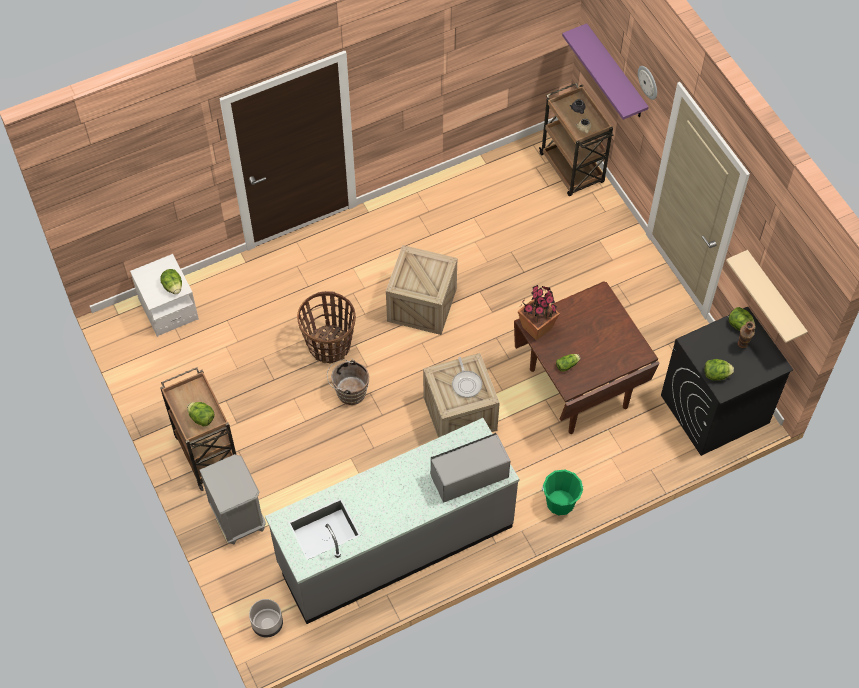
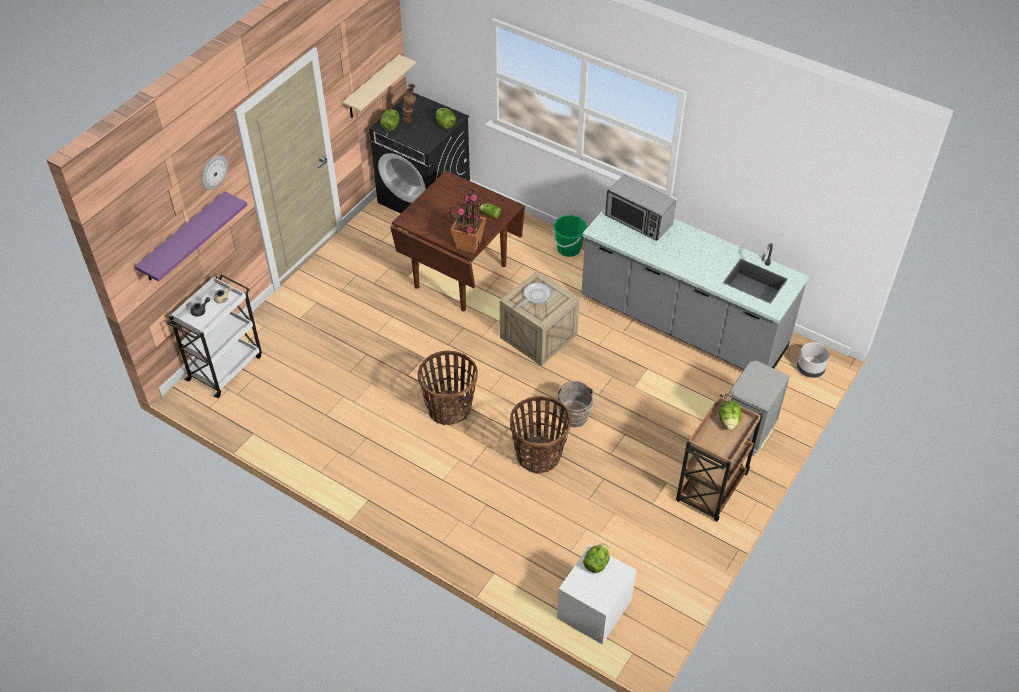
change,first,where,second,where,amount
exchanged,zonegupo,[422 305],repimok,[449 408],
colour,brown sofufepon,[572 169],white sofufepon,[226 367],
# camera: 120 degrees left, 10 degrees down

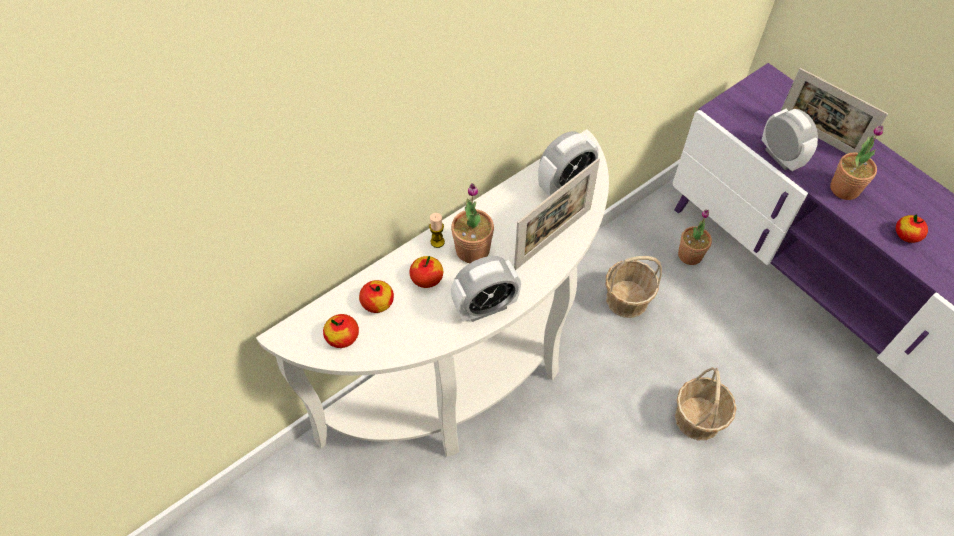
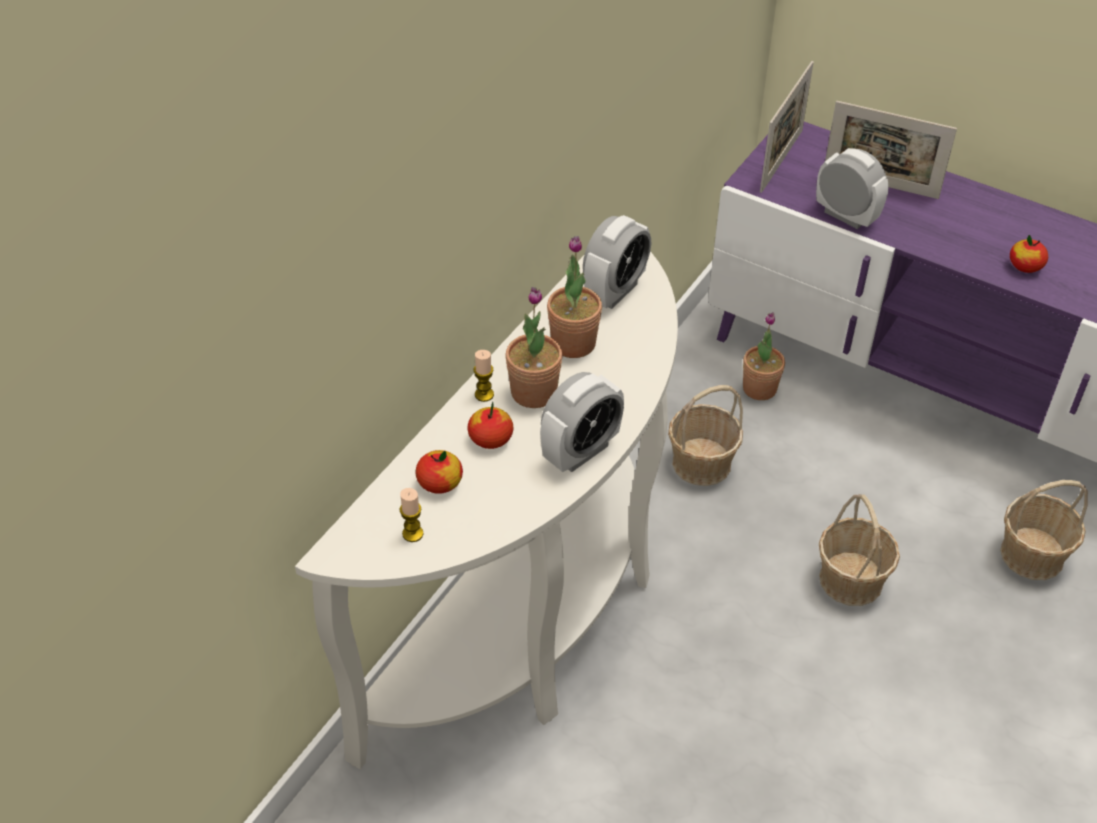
change,first,where,second,where,amount
appeared,,,repimok,[1032 555],
relocated,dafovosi,[553 238],,[781 161],
relocated,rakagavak,[844 189],,[573 343],
exchanged,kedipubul,[342 337],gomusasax,[412 534],
# camera: 20 degrees left, 10 degrees down

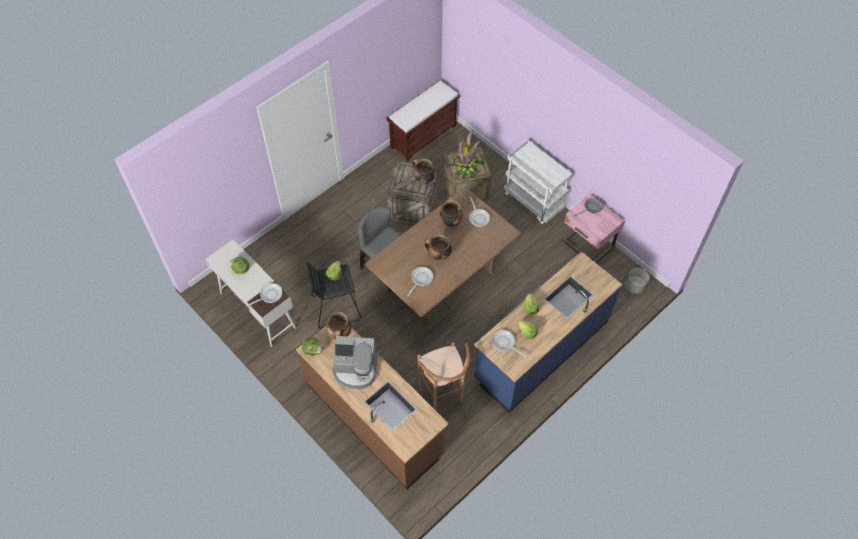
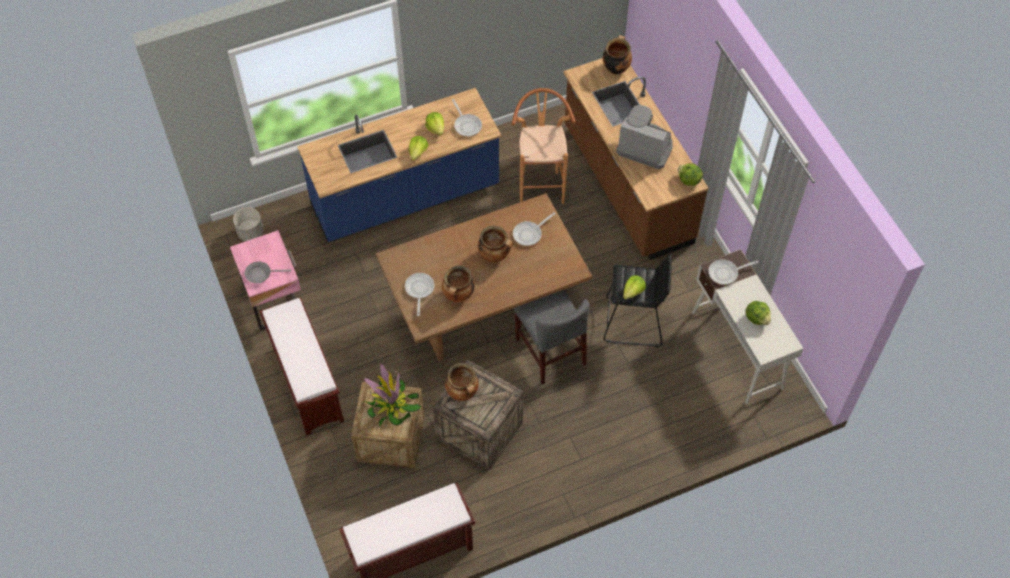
change,first,where,second,where,amount
relocated,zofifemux,[340 335],,[616 68],
exchanged,white sofufepon,[534 202],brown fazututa,[306 383],
# camera: 160 degrees left, 0 degrees up

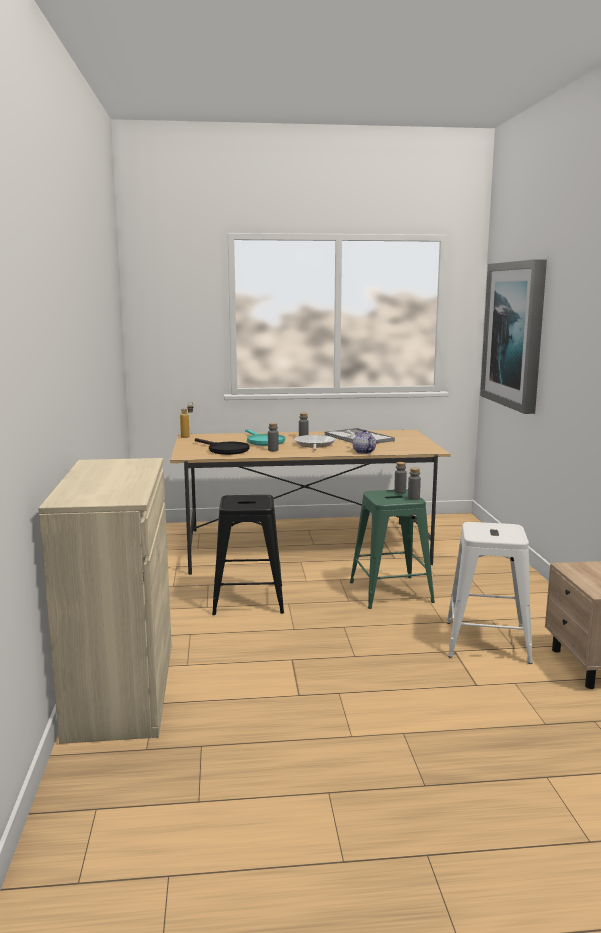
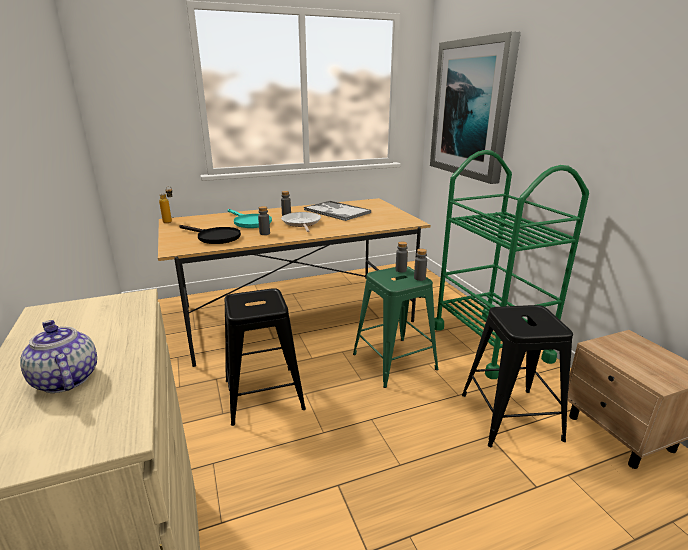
change,first,where,second,where,amount
appeared,,,green sofufepon,[489 343],
relocated,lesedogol,[363 452],,[65 379],
colour,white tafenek,[486 641],black tafenek,[509 416],
# camera: 15 degrees left, 10 degrees up

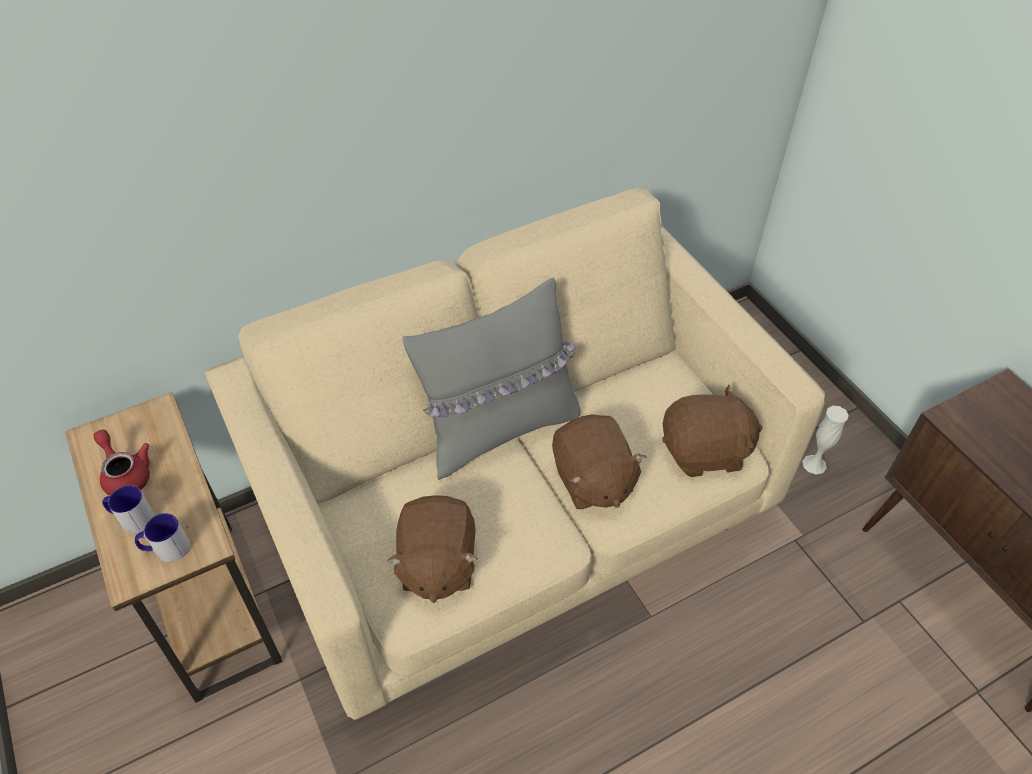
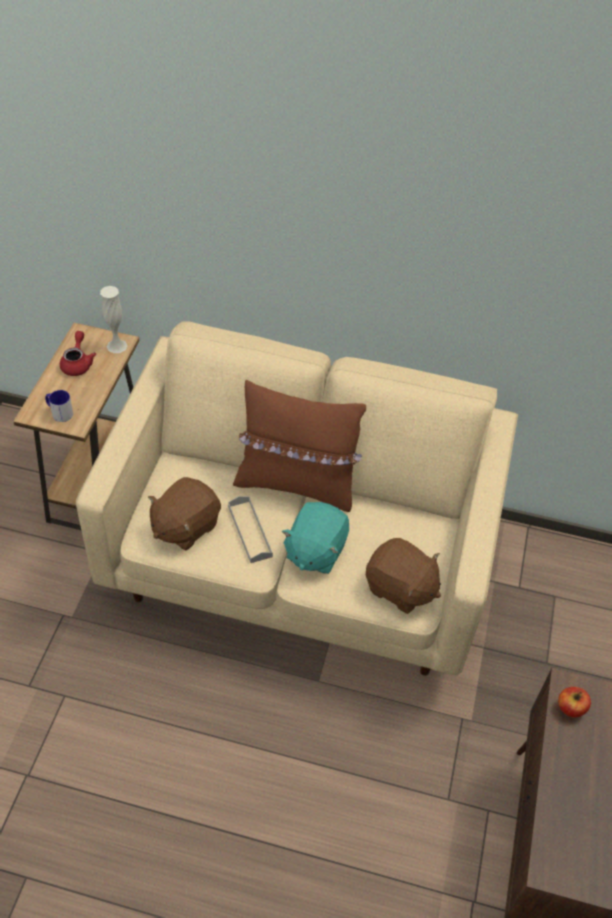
change,first,where,second,where,amount
missing,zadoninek,[132 518],,,
appeared,,,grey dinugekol,[250 531],
appeared,,,kedipubul,[571 708],
relocated,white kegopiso,[814 464],,[117 346],
colour,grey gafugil,[499 429],brown gafugil,[296 484],
colour,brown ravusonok,[592 480],turquoise ravusonok,[315 551],
# camera: 40 degrees right, 0 degrees up

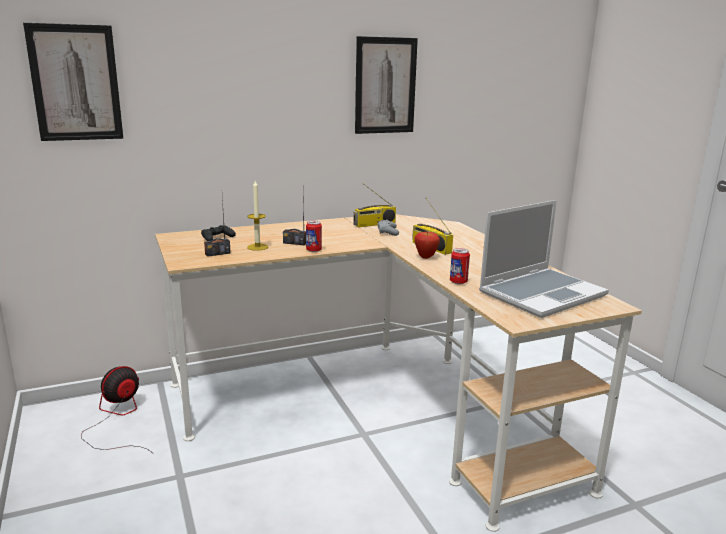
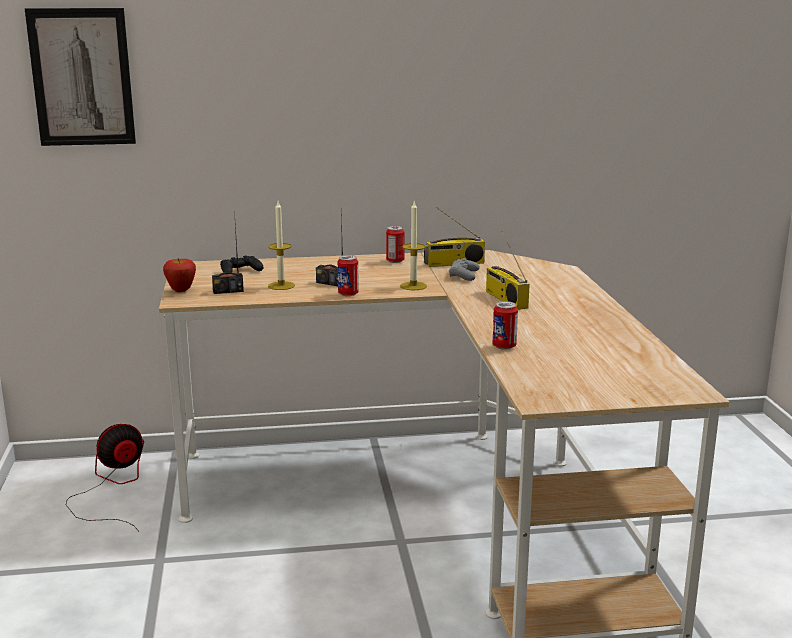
change,first,where,second,where,amount
missing,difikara,[385 86],,,
missing,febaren,[542 293],,,
appeared,,,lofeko,[395 261],
appeared,,,gomusasax,[413 286],
relocated,kedipubul,[426 257],,[181 291],
# camera: 15 degrees right, 0 degrees up

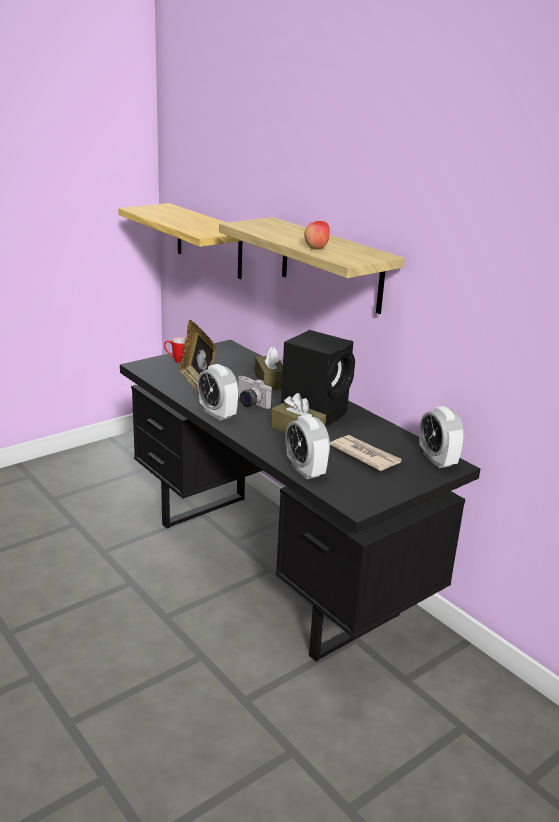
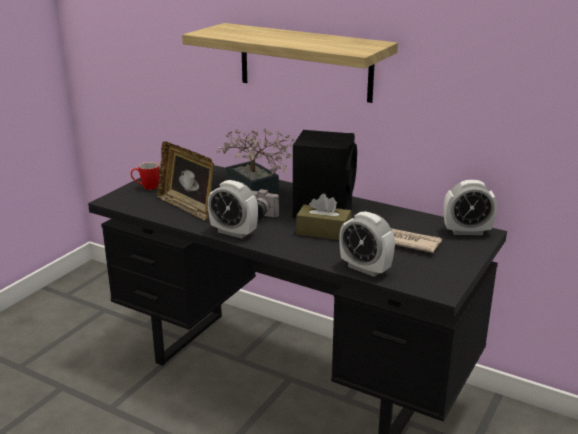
change,first,where,second,where,amount
missing,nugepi,[208 241],,,
missing,kedipubul,[316 248],,,
exchanged,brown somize,[270 381],rakagavak,[255 190],
spun,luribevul,[437 460],,[467 231],45 degrees counterclockwise
# camera: 20 degrees left, 0 degrees up

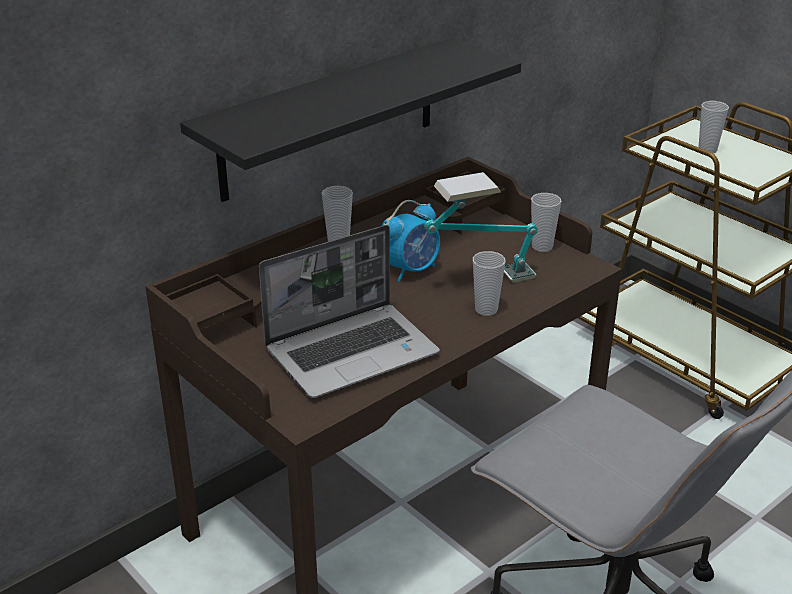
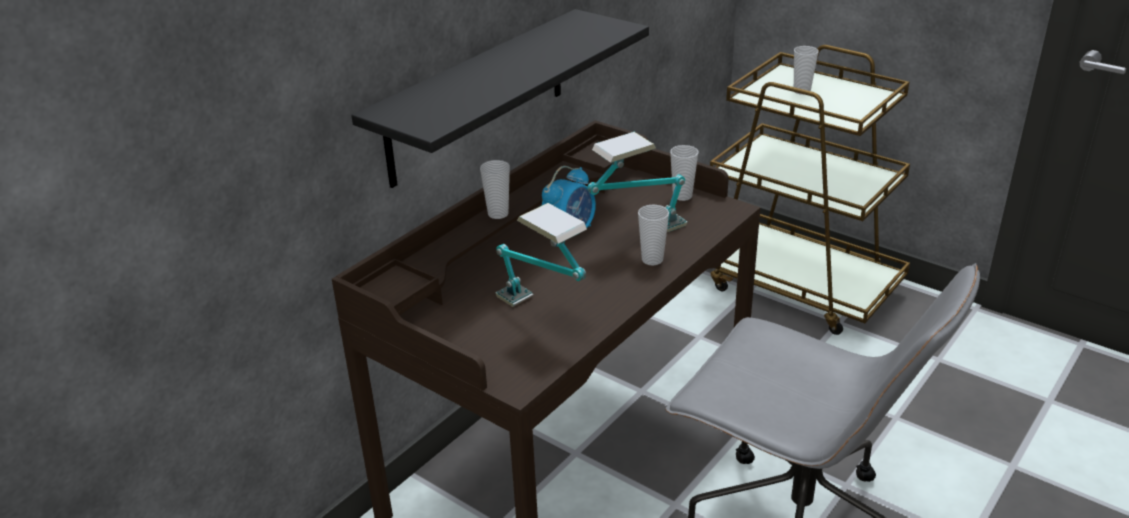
change,first,where,second,where,amount
exchanged,febaren,[353 351],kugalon,[543 315],
# camera: 10 degrees left, 0 degrees up

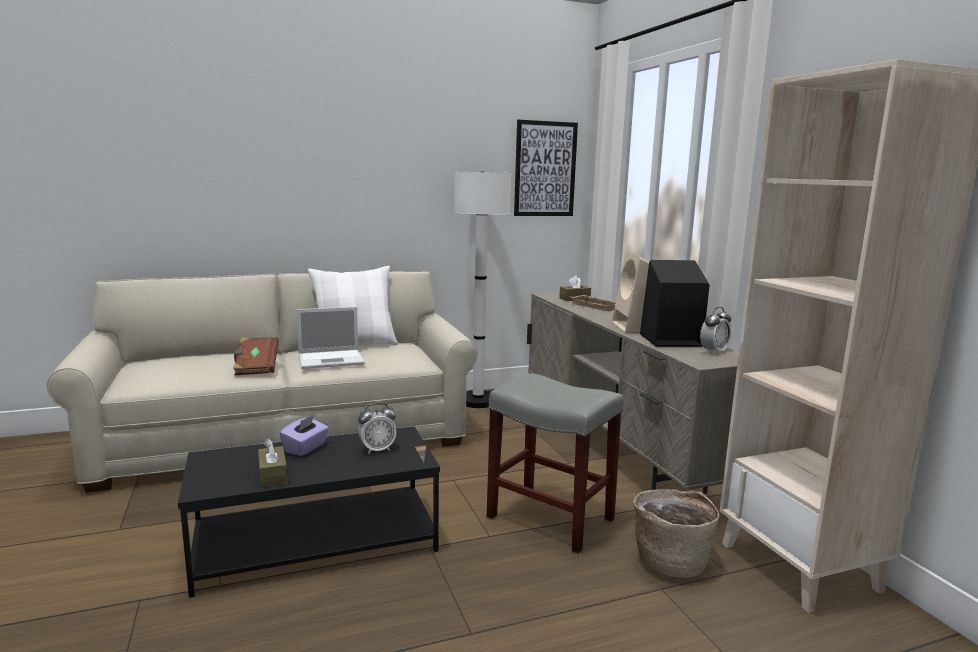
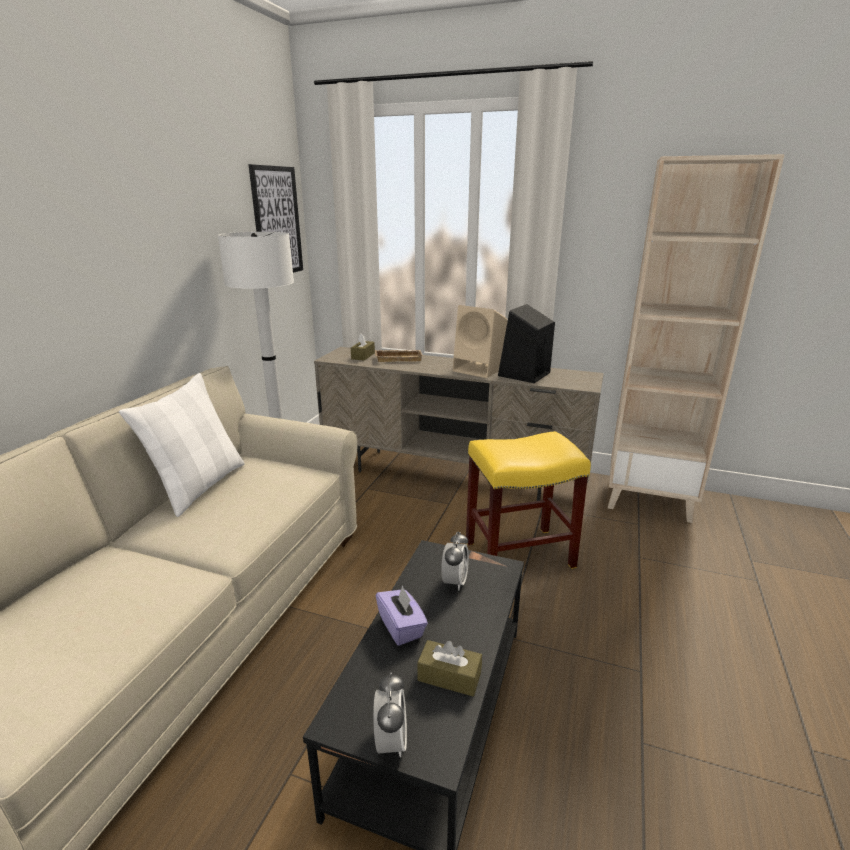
change,first,where,second,where,amount
missing,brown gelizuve,[256 367],,,
missing,febaren,[332 359],,,
missing,repimok,[670 560],,,
relocated,luribevul,[713 351],,[391 741],
colour,grey tafenek,[552 518],yellow tafenek,[519 553],
# camera: 50 degrees left, 10 degrees up

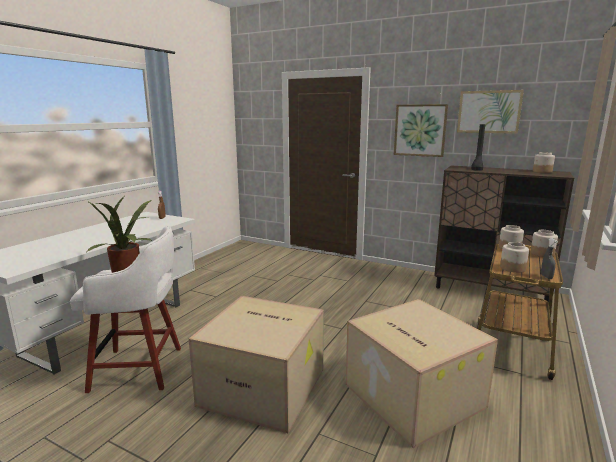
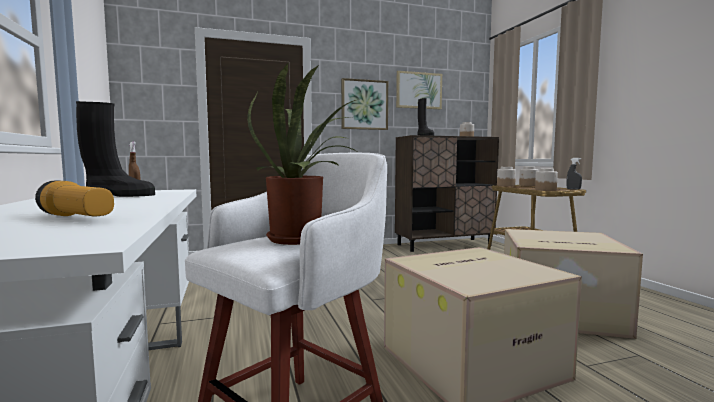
change,first,where,second,where,amount
appeared,,,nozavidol,[77 217],
appeared,,,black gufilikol,[119 196],
# camera: 45 degrees left, 10 degrees down

